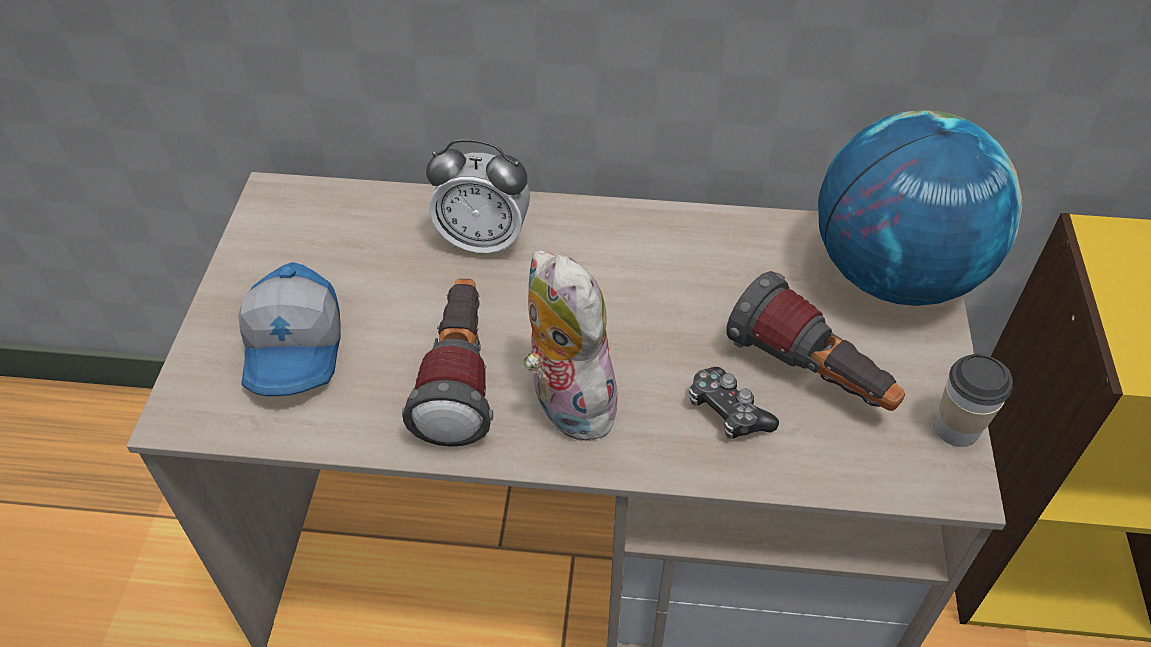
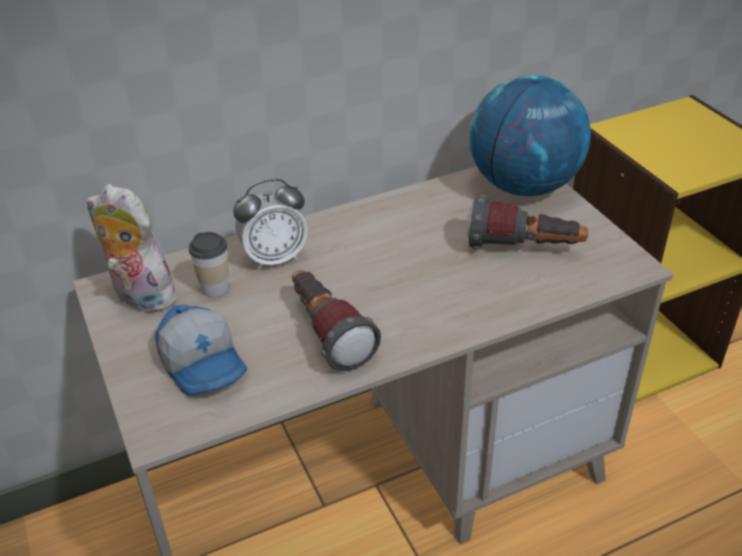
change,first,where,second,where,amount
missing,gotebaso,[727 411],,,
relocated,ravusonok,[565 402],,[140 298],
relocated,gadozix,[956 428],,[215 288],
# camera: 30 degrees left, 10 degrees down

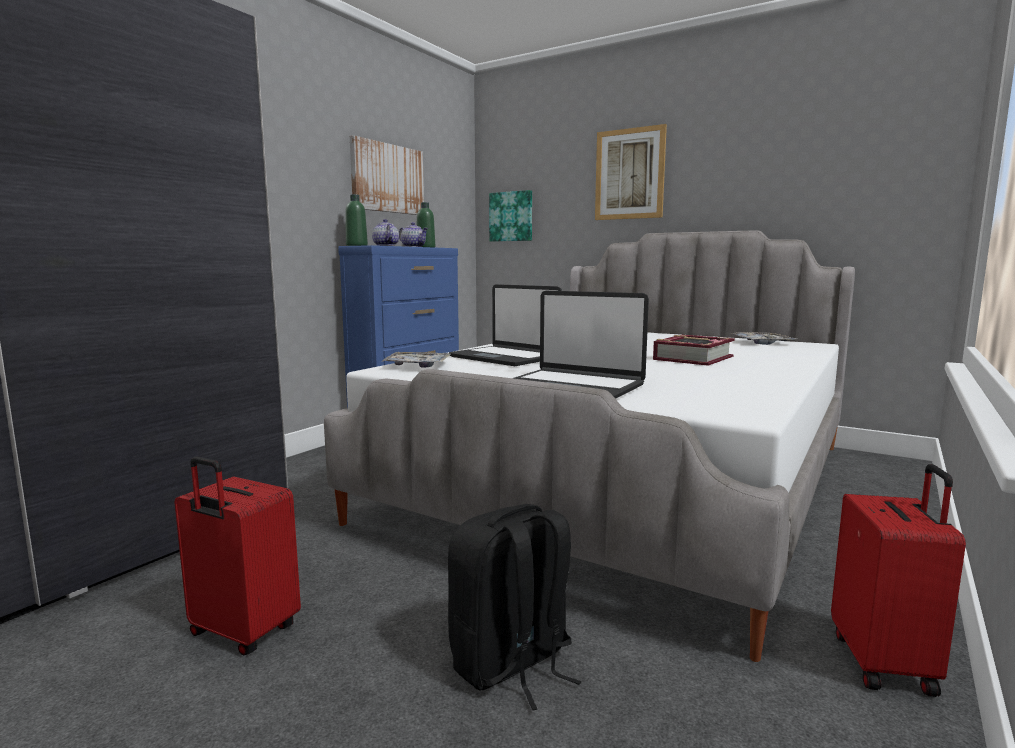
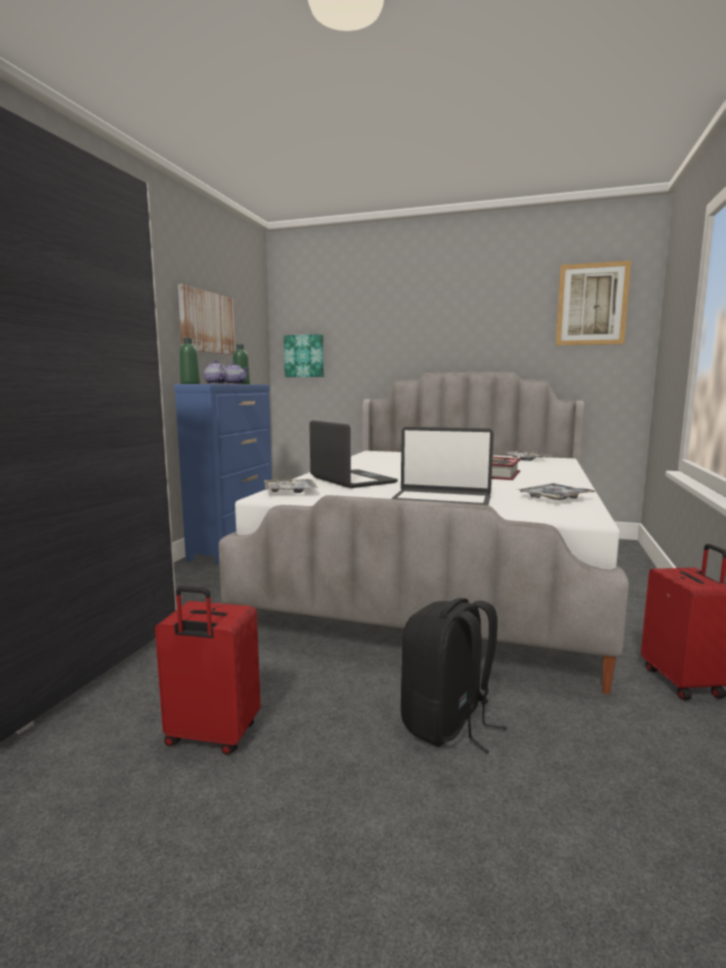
change,first,where,second,where,amount
appeared,,,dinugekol,[554 498],
relocated,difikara,[629 174],,[592 304],
spun,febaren,[505 357],,[351 480],150 degrees counterclockwise
# camera: 15 degrees left, 0 degrees up

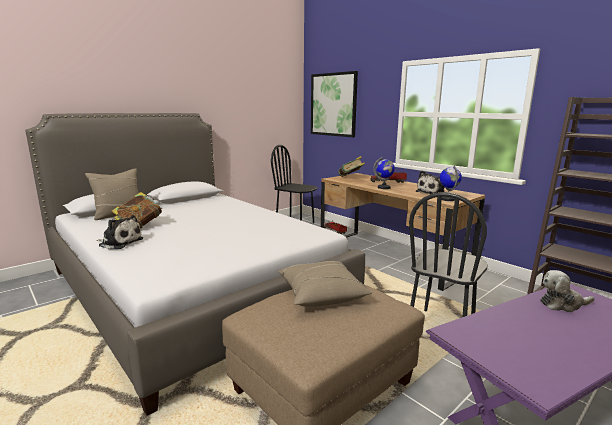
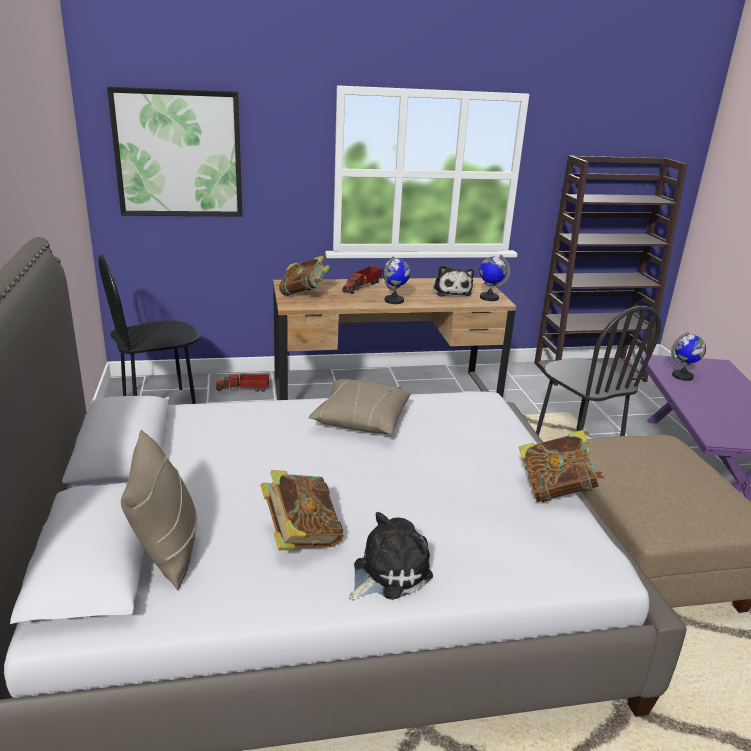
change,first,where,second,where,amount
appeared,,,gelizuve,[555 491],
relocated,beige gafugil,[321 294],,[361 419],
exchanged,ravusonok,[562 304],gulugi,[682 376],
# camera: 60 degrees left, 10 degrees up

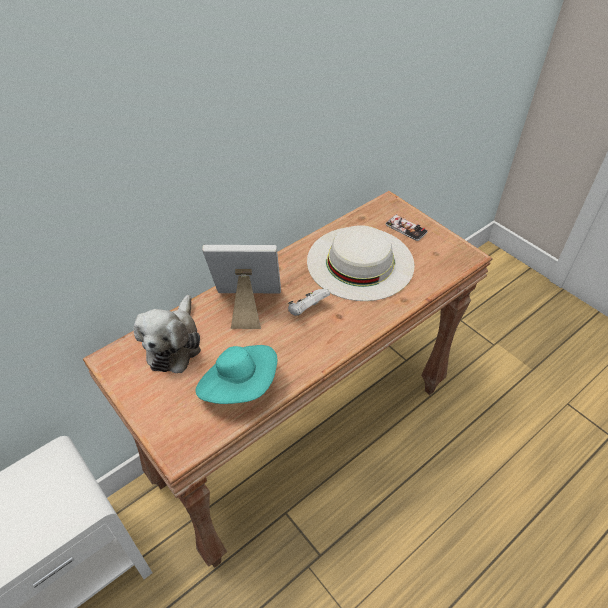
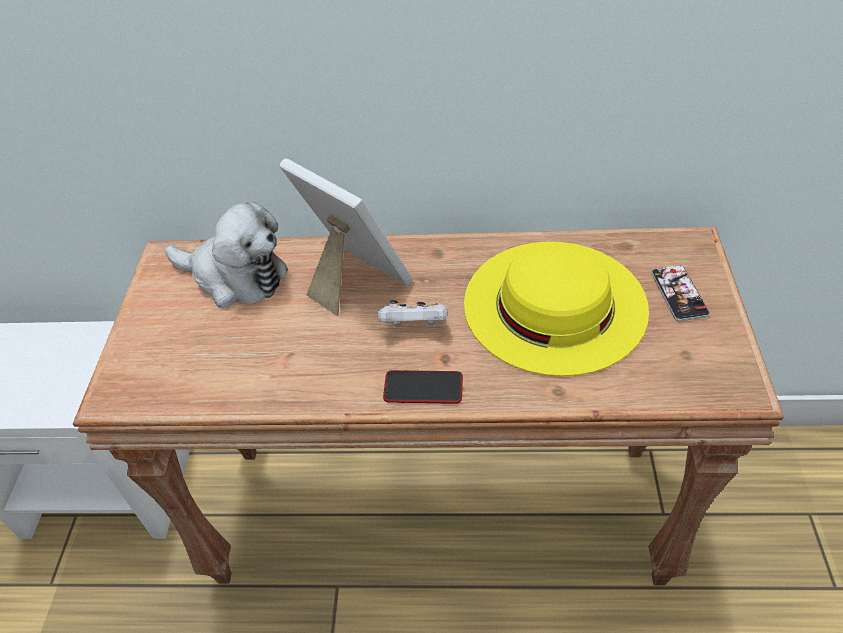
change,first,where,second,where,amount
missing,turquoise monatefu,[239 386],,,
appeared,,,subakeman,[423 388],
colour,white monatefu,[360 262],yellow monatefu,[554 304],
spun,ravusonok,[174 344],,[235 277],120 degrees counterclockwise
# camera: 45 degrees right, 0 degrees up

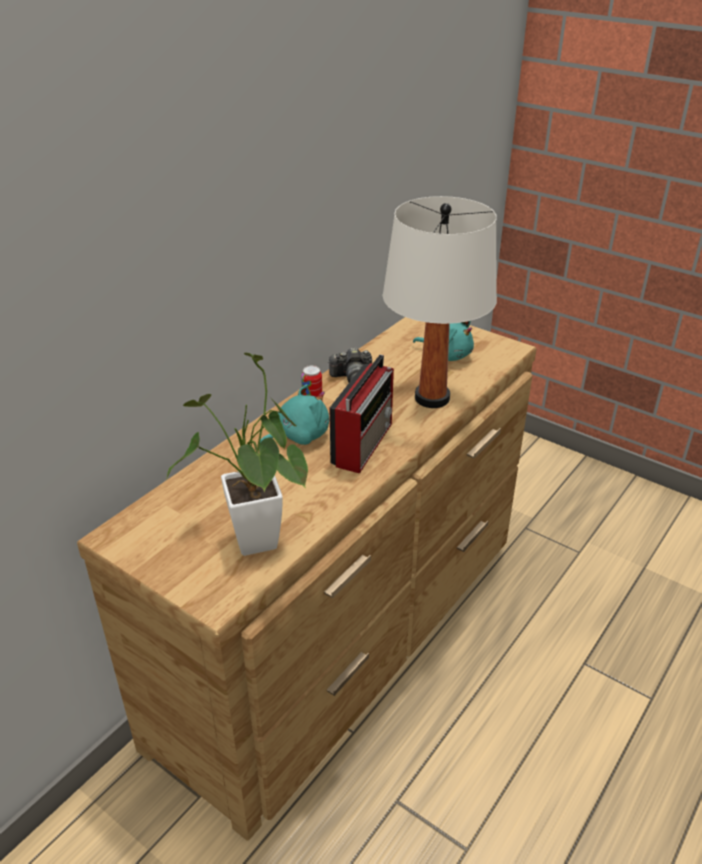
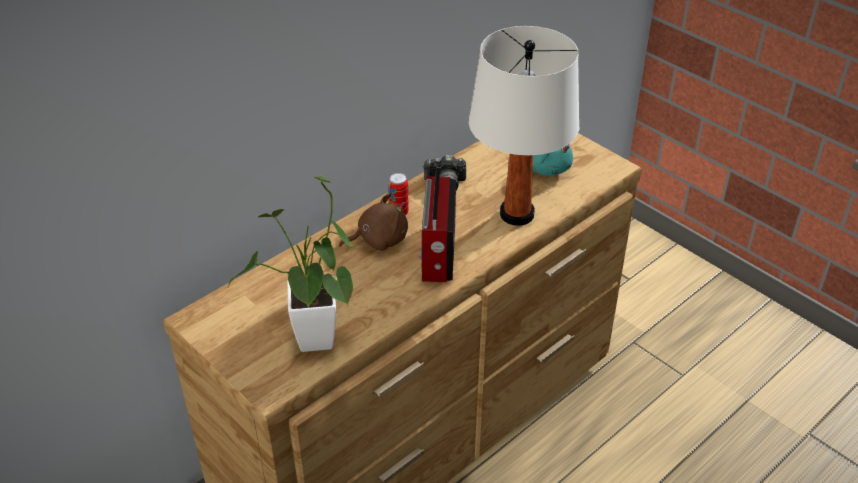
change,first,where,second,where,amount
colour,turquoise ravusonok,[299 435],brown ravusonok,[379 240],
spun,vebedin,[363 443],,[437 254],150 degrees clockwise
# camera: 10 degrees right, 5 degrees up

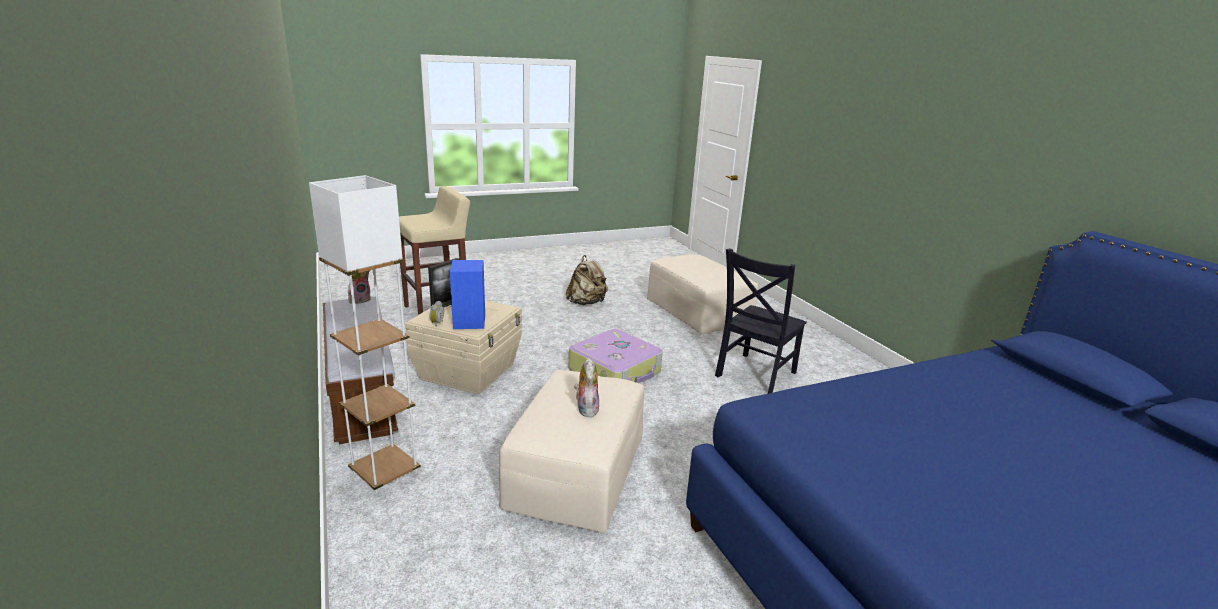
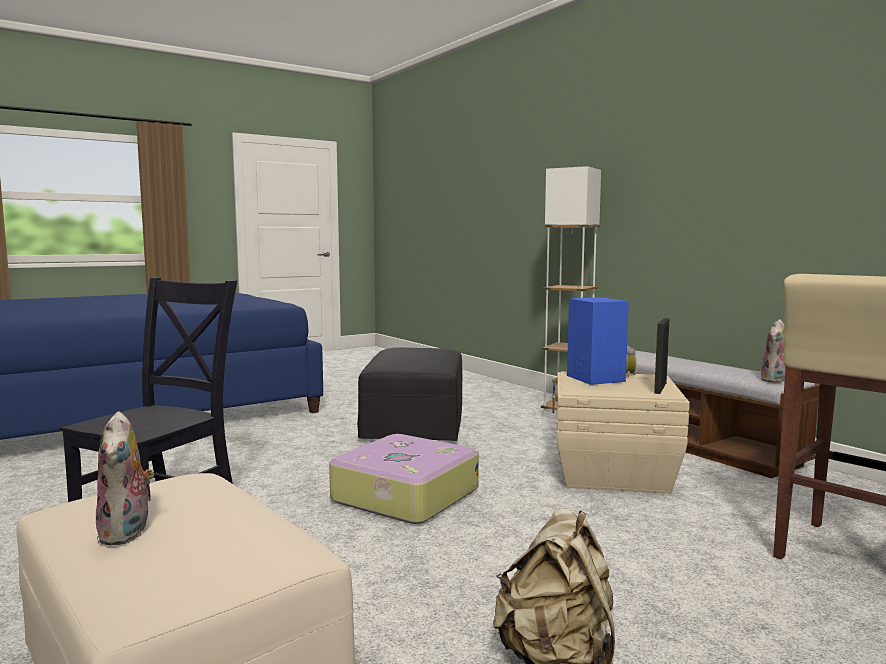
change,first,where,second,where,amount
relocated,ravusonok,[586 409],,[127 533],
colour,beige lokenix,[576 472],black lokenix,[415 423],
# camera: 170 degrees right, 15 degrees down

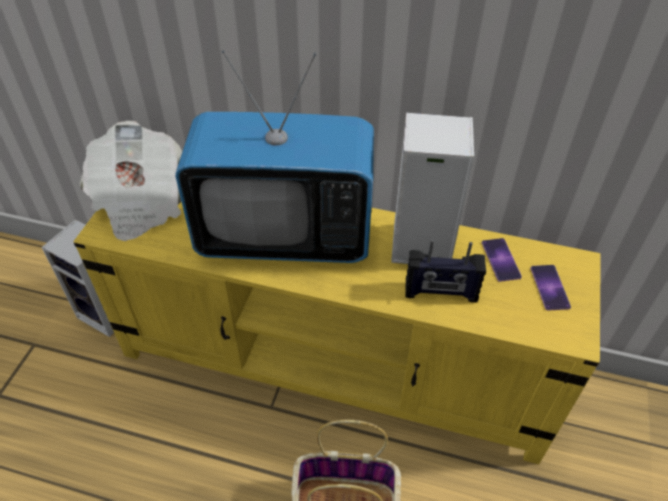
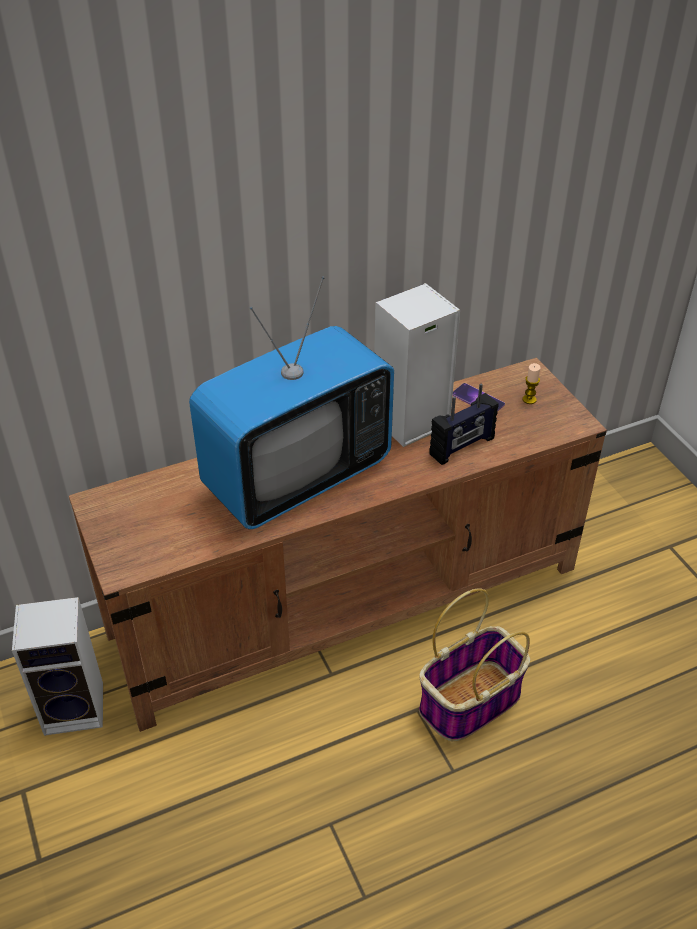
change,first,where,second,where,amount
missing,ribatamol,[140 202],,,
exchanged,subakeman,[549 287],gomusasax,[529 399],
colour,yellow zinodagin,[335 362],brown zinodagin,[349 601],
# camera: 40 degrees left, 5 degrees down

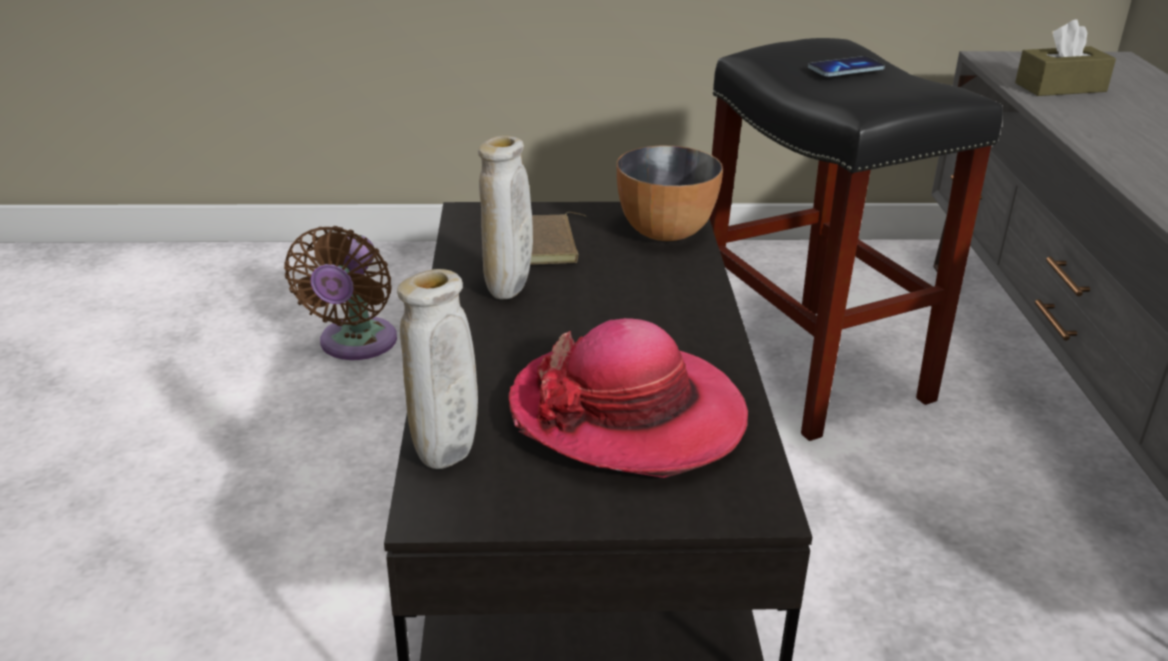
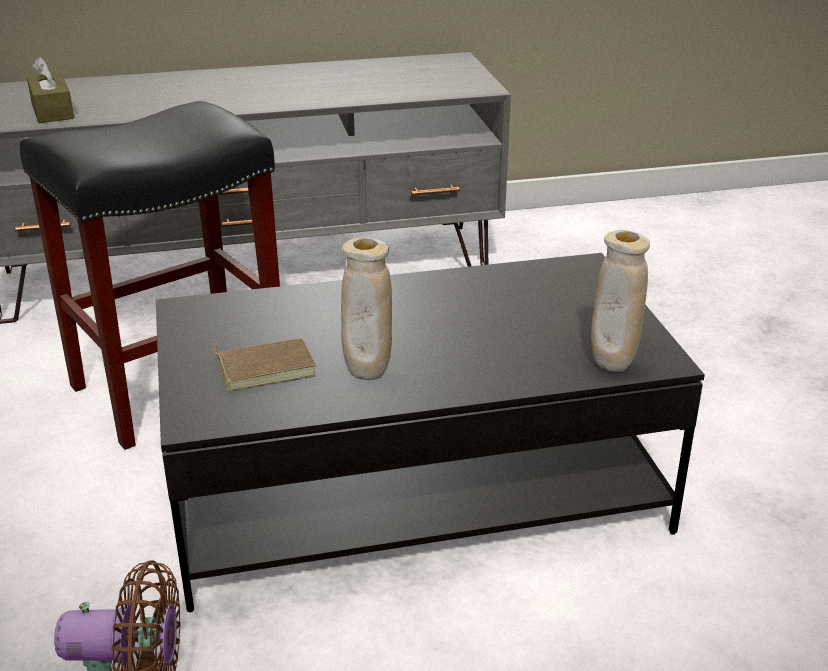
change,first,where,second,where,amount
missing,monatefu,[628 414],,,
missing,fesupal,[664 232],,,
missing,subakeman,[845 69],,,
# camera: 100 degrees left, 0 degrees up

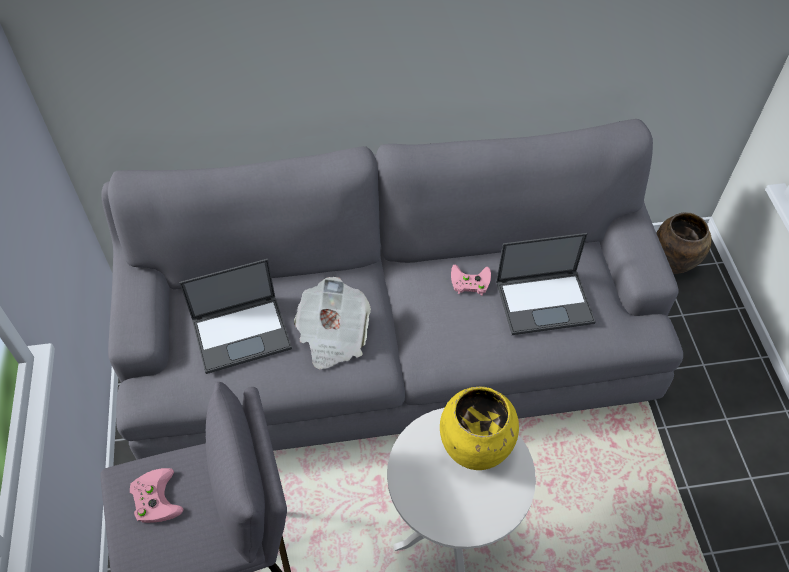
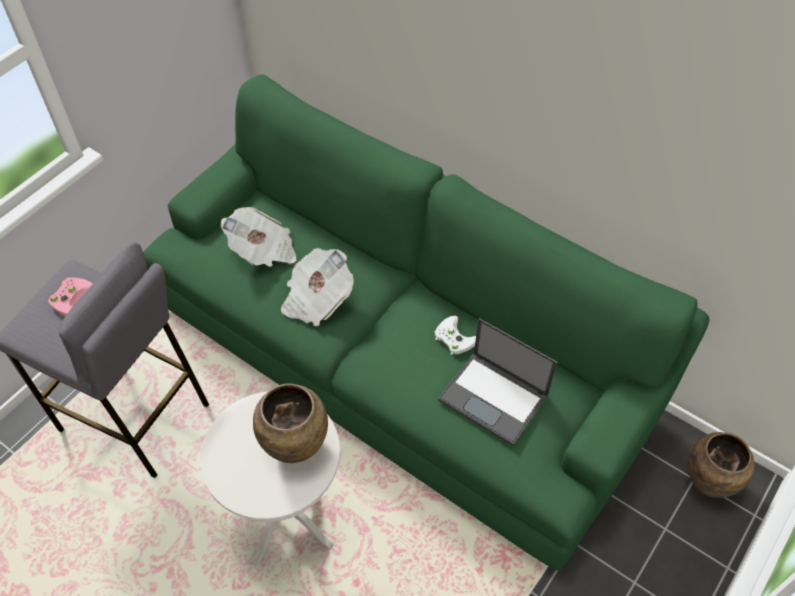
change,first,where,second,where,amount
exchanged,febaren,[242 333],ribatamol,[263 251],
colour,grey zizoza,[393 347],green zizoza,[398 358],
colour,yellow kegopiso,[475 450],brown kegopiso,[296 446],
colour,pink gotebaso,[469 282],white gotebaso,[453 337],
# camera: 45 degrees right, 0 degrees up

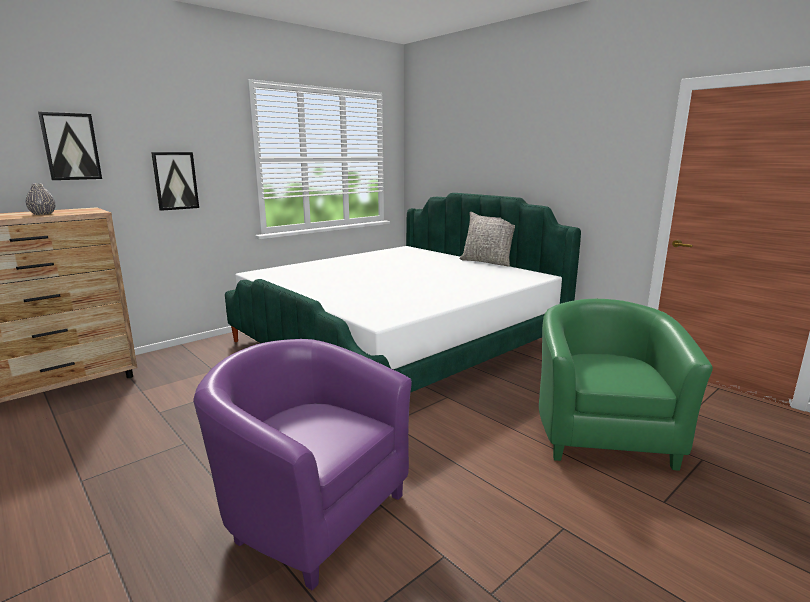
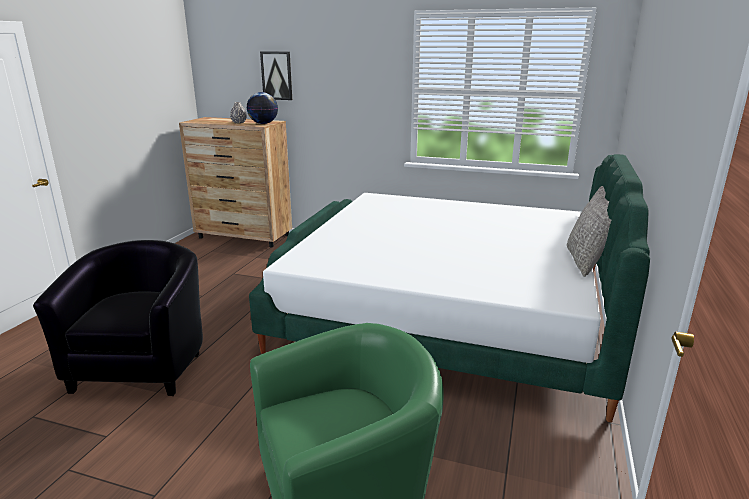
change,first,where,second,where,amount
missing,difikara,[175 181],,,
appeared,,,gulugi,[263 123],
colour,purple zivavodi,[309 511],black zivavodi,[144 365],
# camera: 60 degrees right, 5 degrees up

